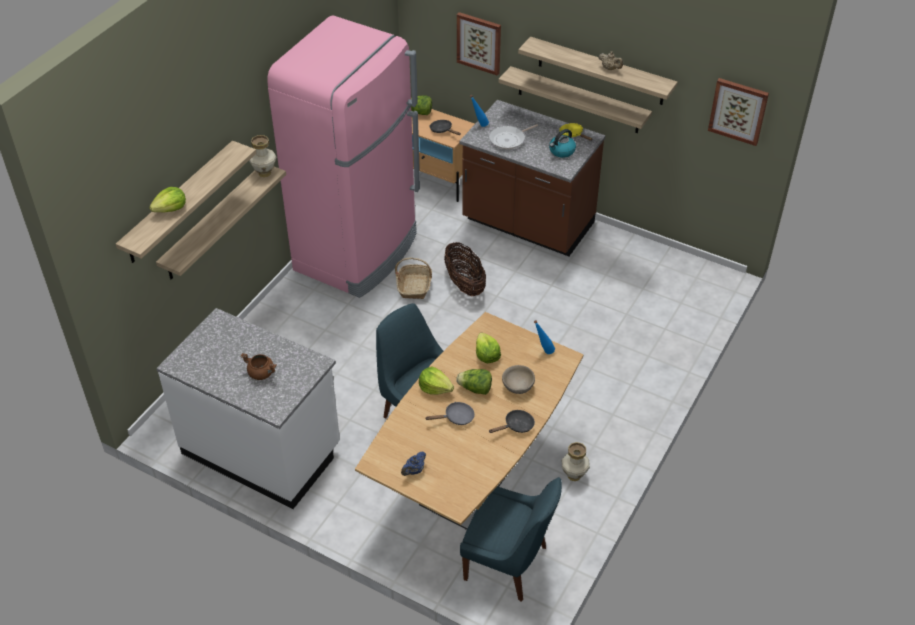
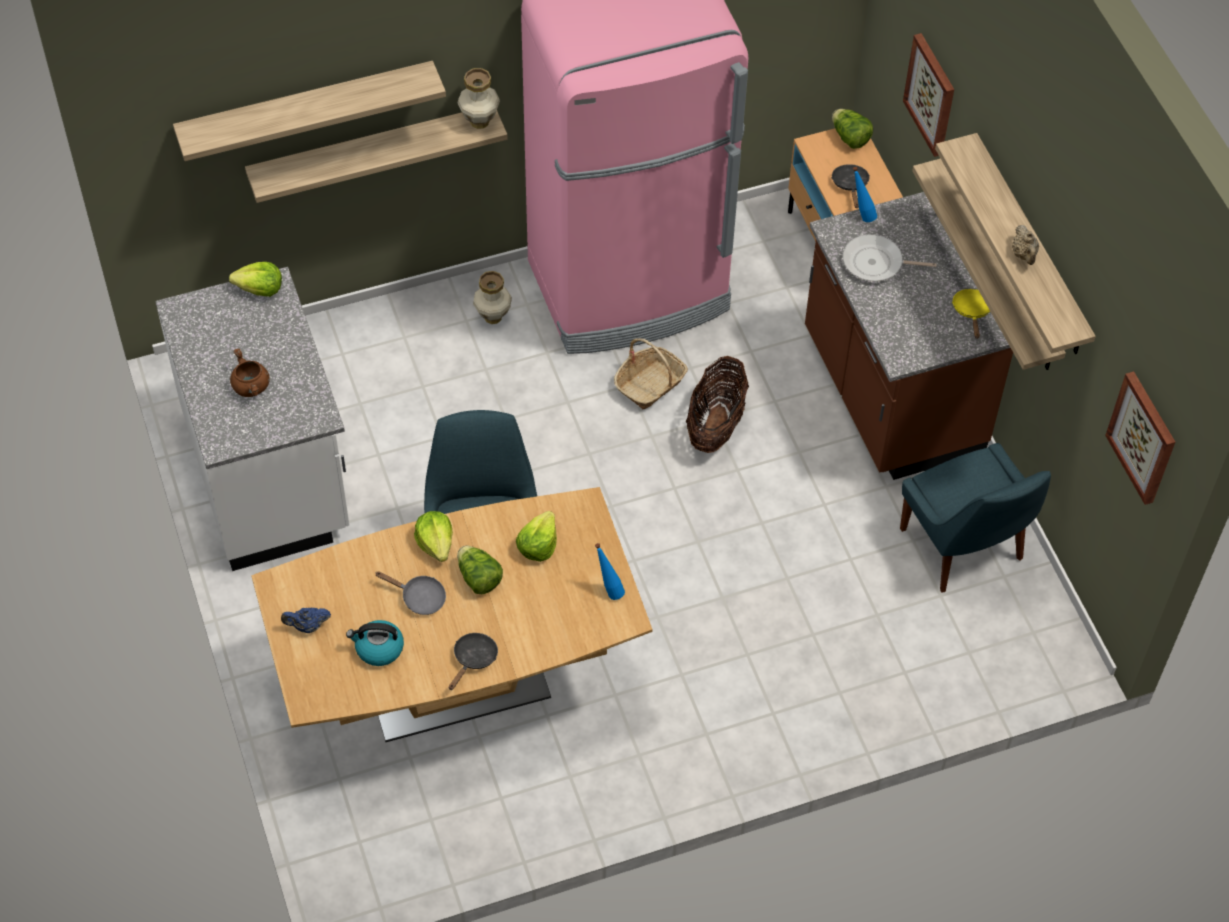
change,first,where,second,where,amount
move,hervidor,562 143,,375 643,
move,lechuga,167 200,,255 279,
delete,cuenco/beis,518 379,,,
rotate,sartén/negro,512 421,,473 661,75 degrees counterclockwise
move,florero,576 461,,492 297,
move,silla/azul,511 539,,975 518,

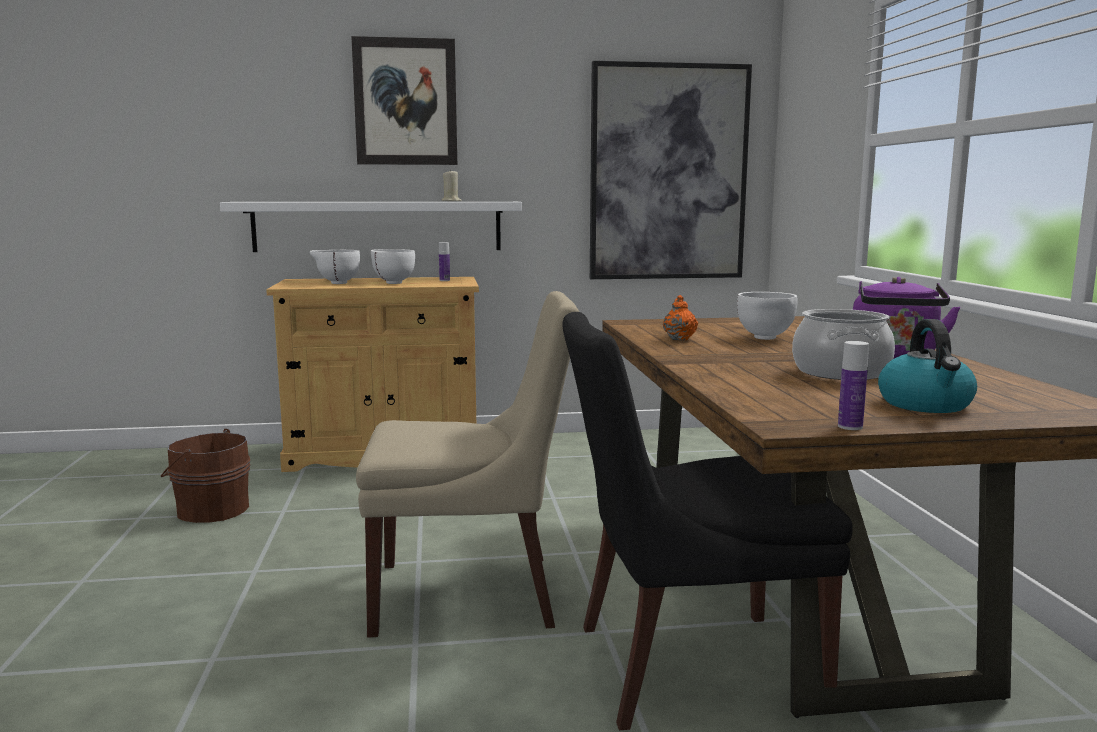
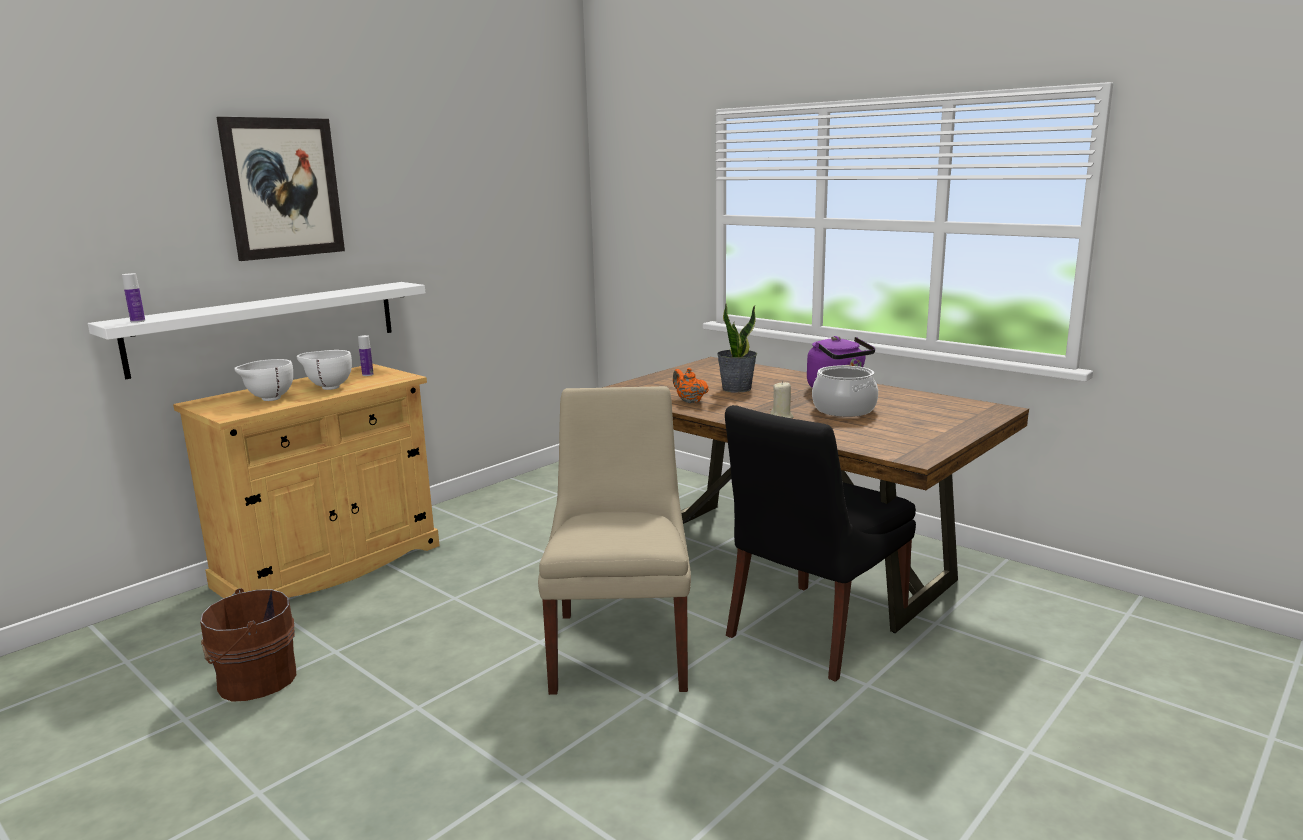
change,first,where,second,where,amount
delete,cuadro,671 170,,,
move,vela/beis,452 185,,781 399,
rotate,silla/beis,467 464,,614 540,45 degrees counterclockwise
replace,cuenco/blanco,767 316,planta en maceta,737 348,
delete,hervidor,927 366,,,
move,botella,853 385,,133 298,

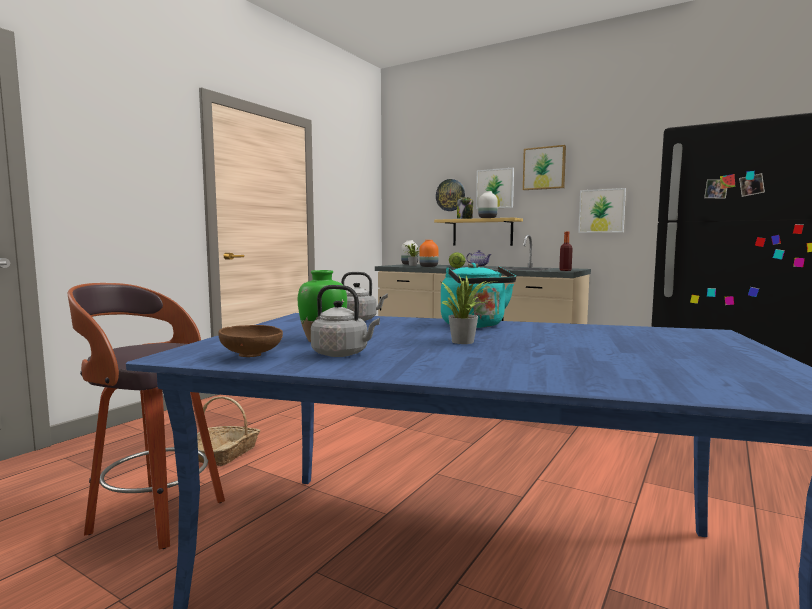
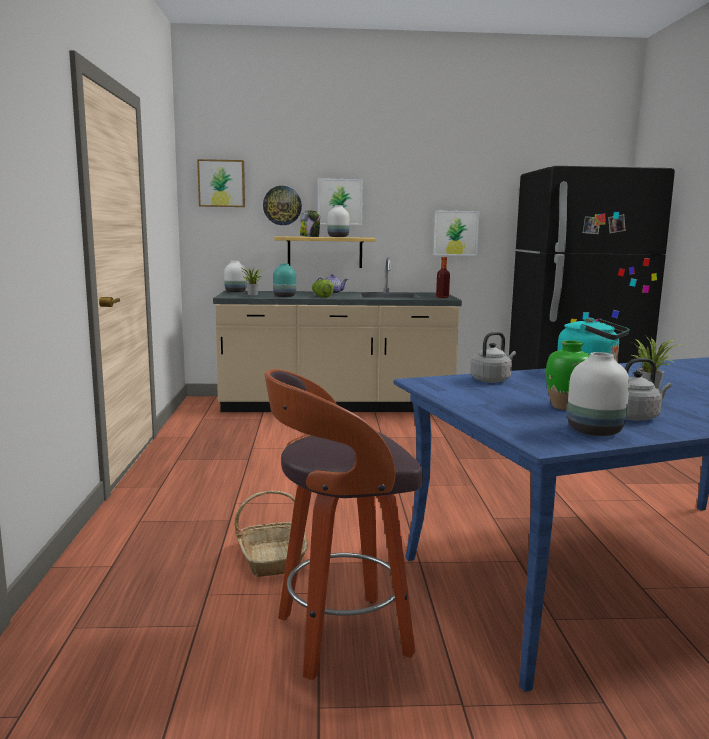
change,first,where,second,where,amount
move,cuadro,544 167,,221 183,
recolor,florero/naranja,429 253,florero/turquesa,284 280,
replace,cuenco/marrón,250 341,florero/blanco,598 394,

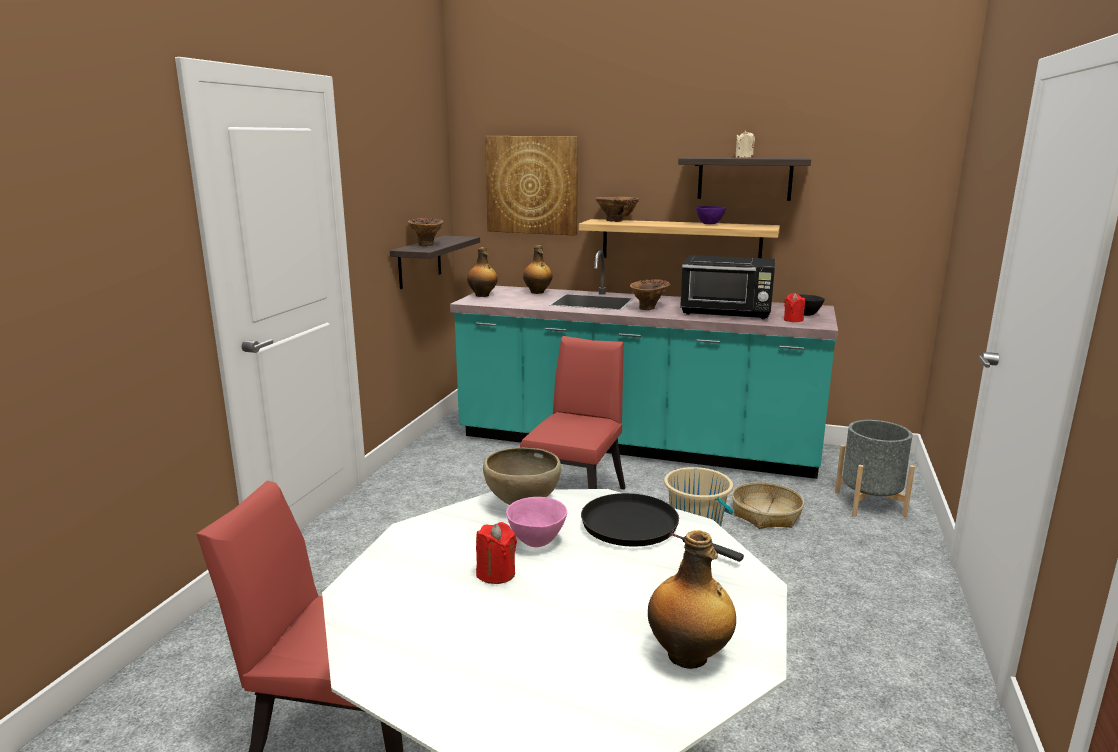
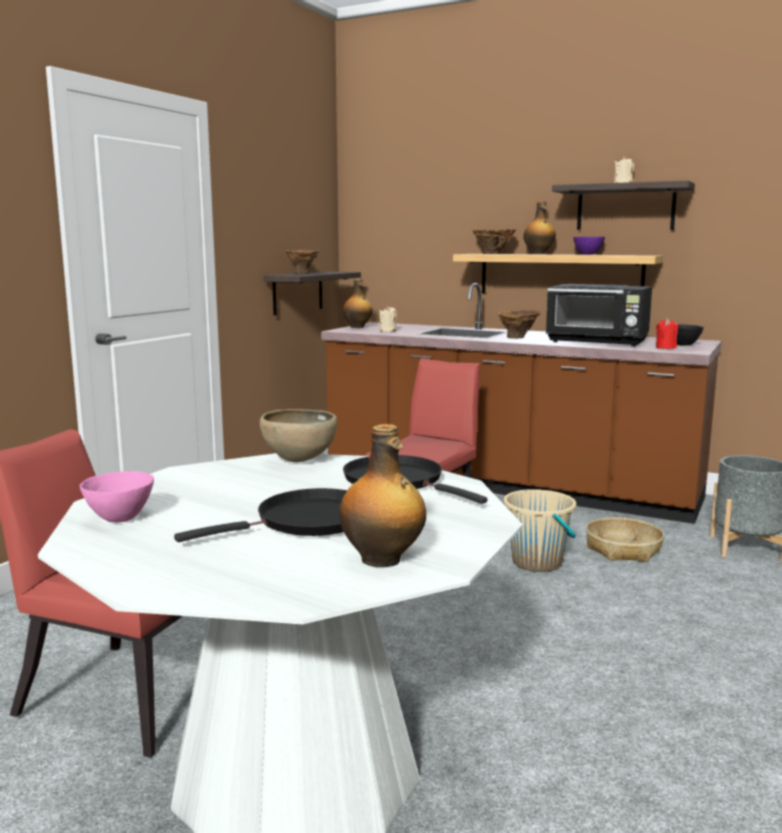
change,first,where,second,where,amount
delete,cuadro,531 186,,,
move,botella,538 269,,539 227,
recolor,mueble bajo de cocina/turquesa,644 365,mueble bajo de cocina/marrón,521 403,
move,cuenco/rosa,536 522,,117 496,
delete,vela/rojo,496 553,,,
insert,,,vela/beis,388 319,
insert,,,sartén/negro,260 515,

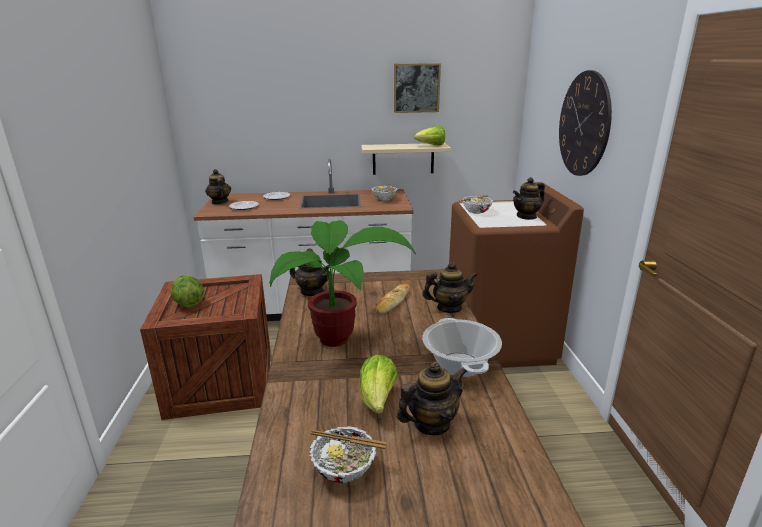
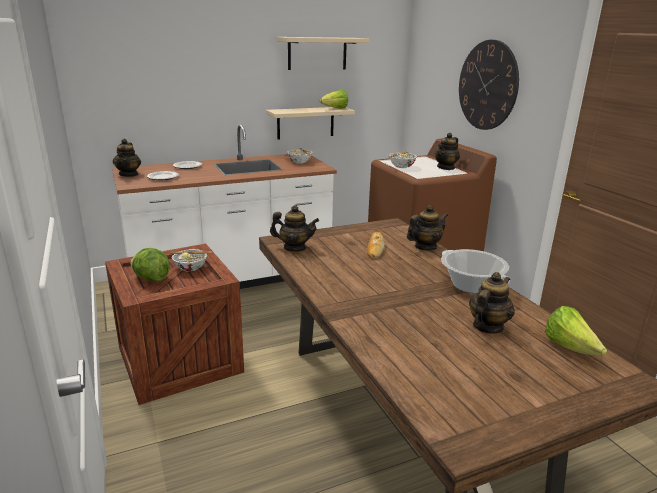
change,first,where,second,where,amount
replace,cuadro,417 88,estante/beis,323 53,
rotate,tetera,218 186,,127 158,135 degrees counterclockwise
delete,planta en maceta,343 283,,,
move,lechuga,378 384,,576 331,
move,cuenco,348 454,,191 260,

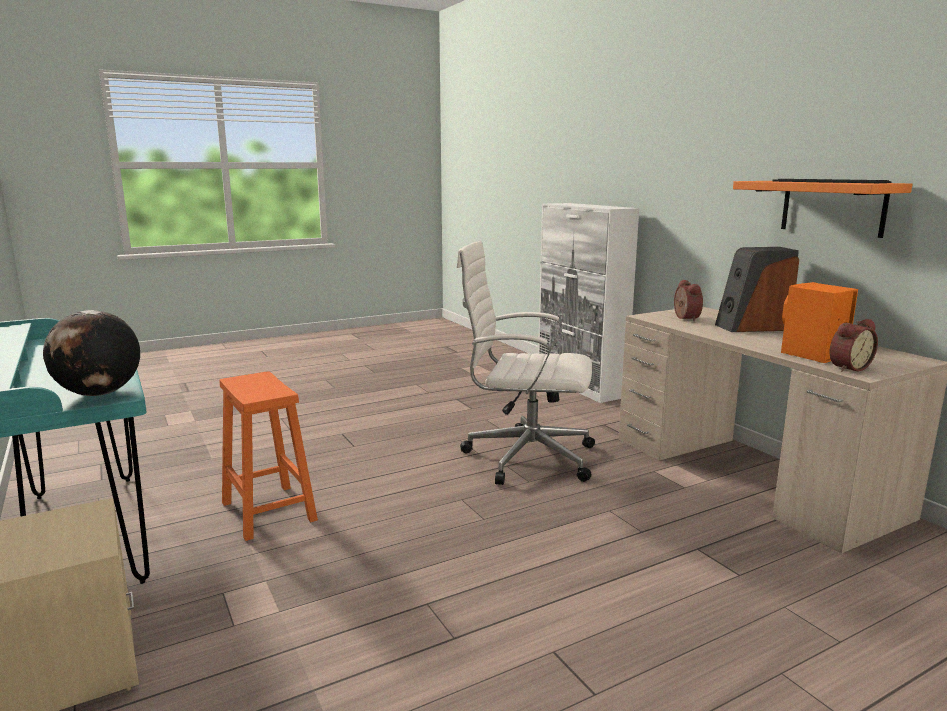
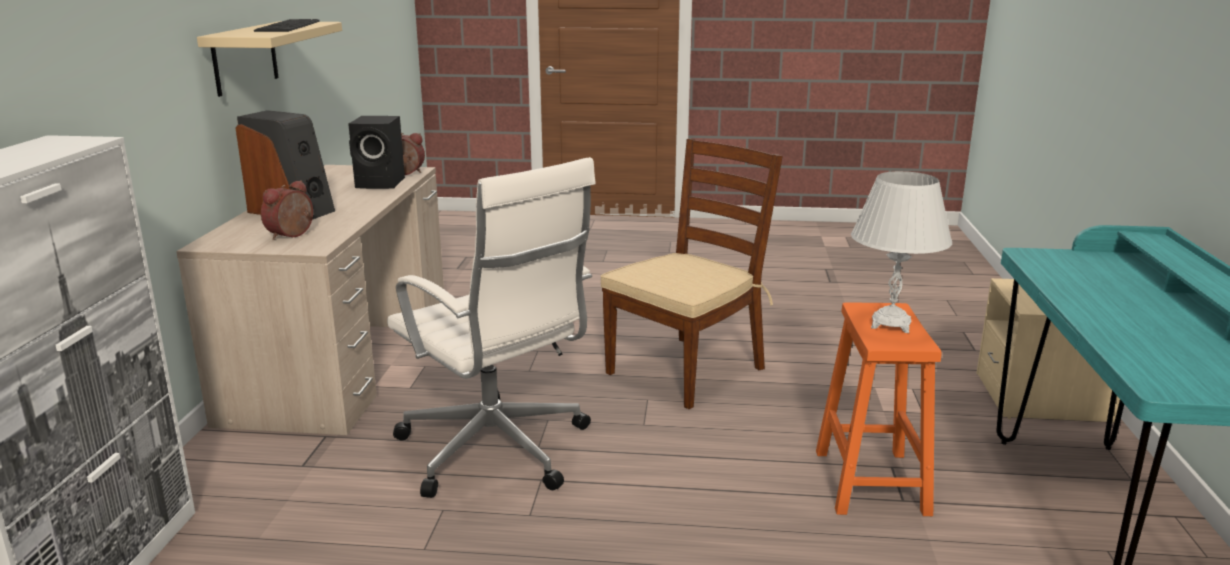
change,first,where,second,where,amount
recolor,estante/naranja,823 209,estante/beis,269 59,
recolor,altavoz/naranja,819 322,altavoz/negro,376 152,
delete,globo terráqueo,91 353,,,
insert,,,silla/marrón,692 274,
insert,,,lámpara de mesa/blanco,901 252,

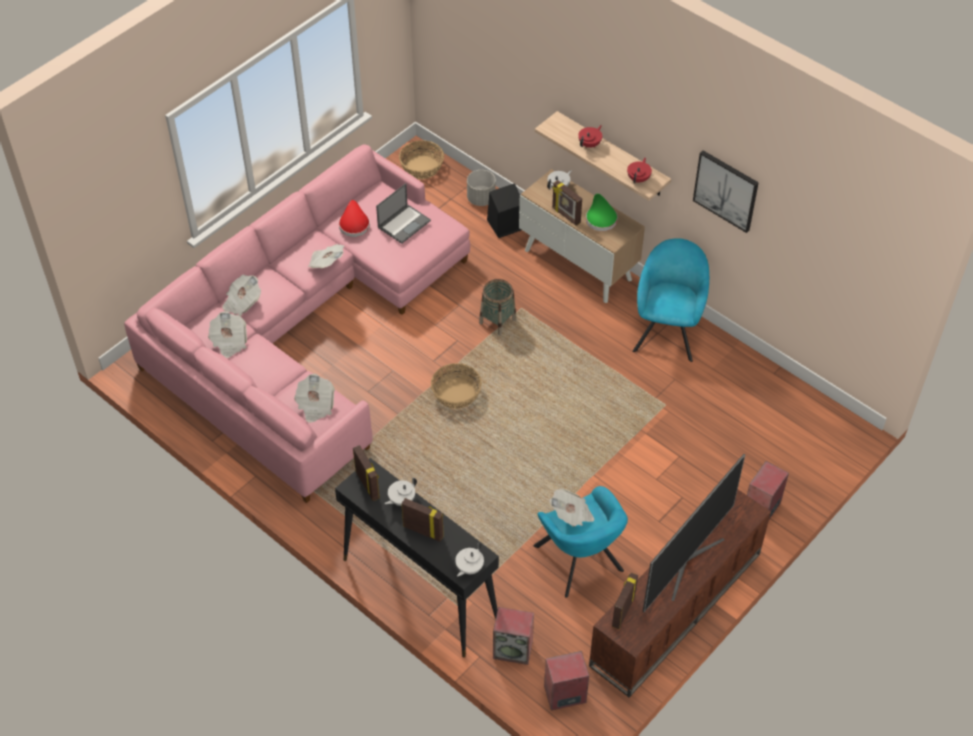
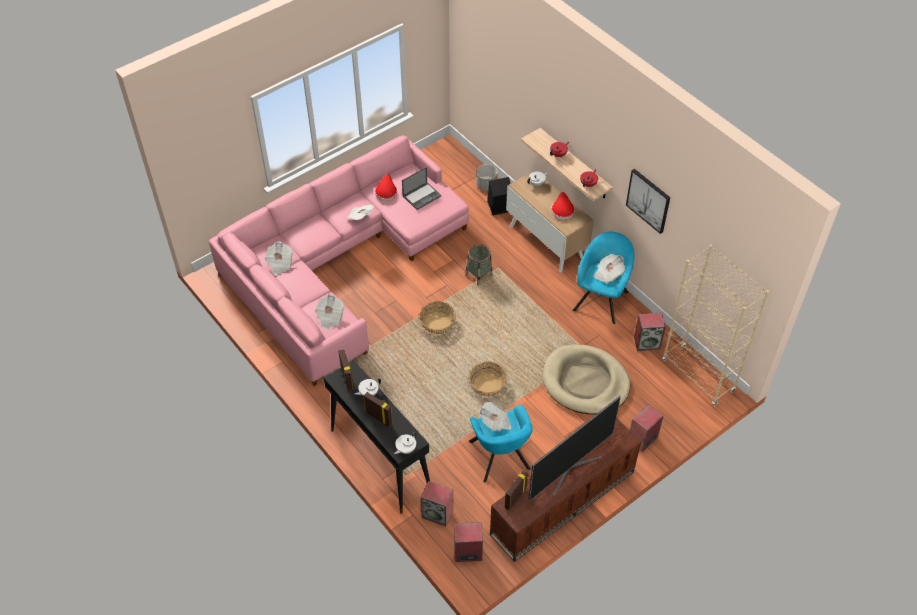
change,first,where,second,where,amount
move,cesta,421 159,,488 379,
delete,portarretratos,567 203,,,
recolor,sombrero/verde,602 212,sombrero/rojo,563 206,
move,periódico,241 295,,609 269,
insert,,,estantería/beis,715 326,
insert,,,altavoz,650 332,
insert,,,cama para perro/beis,586 379,

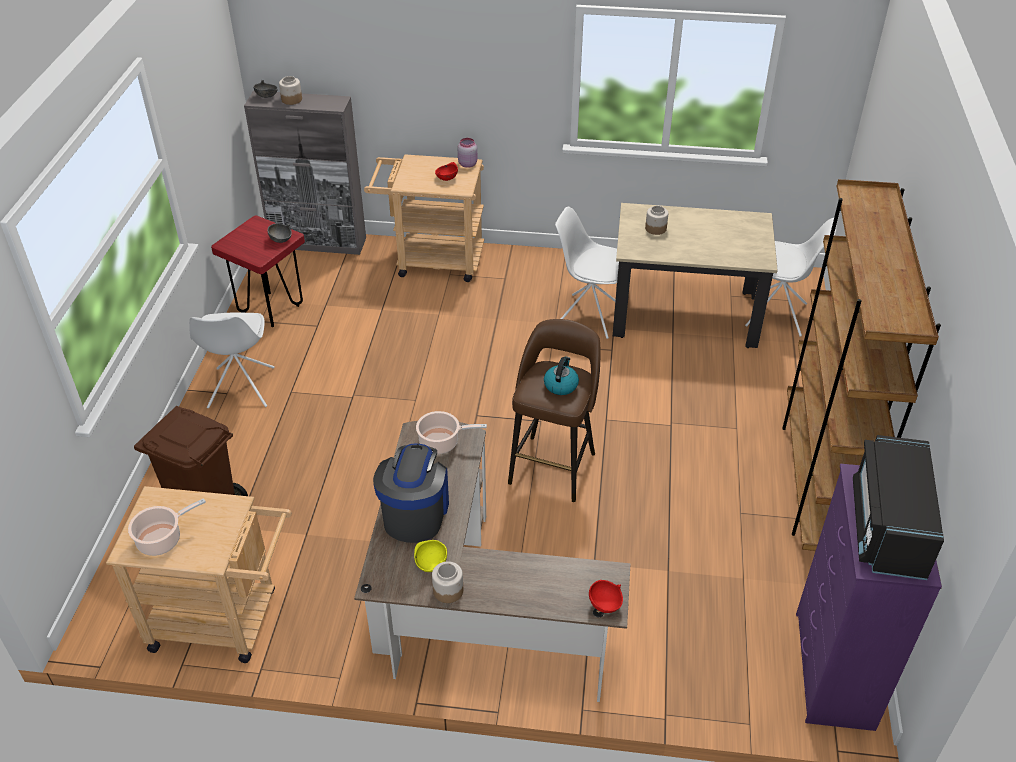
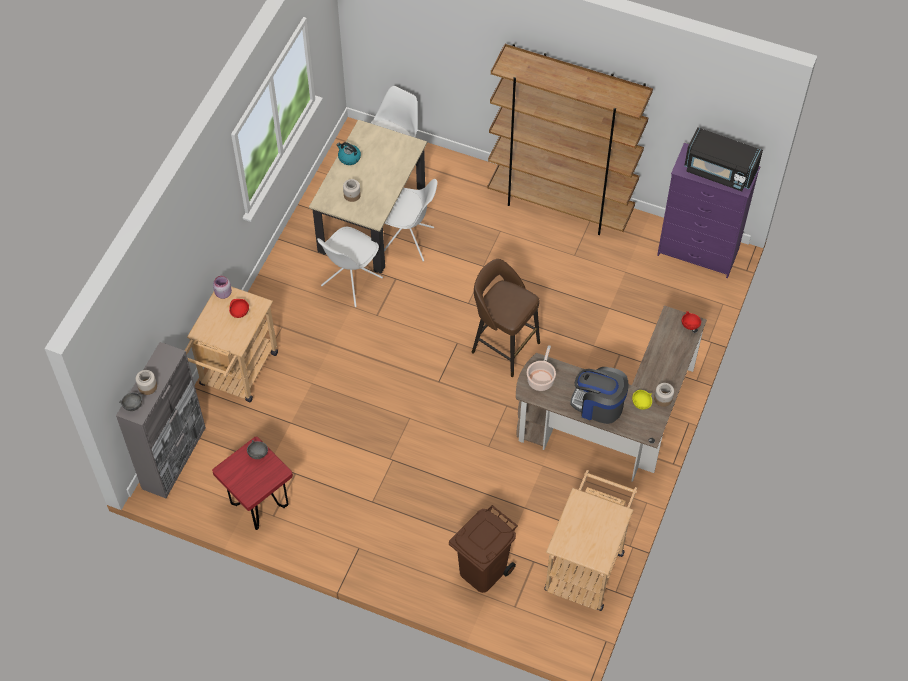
change,first,where,second,where,amount
move,silla/blanco,232 360,,410 220,
move,hervidor,561 376,,349 153,
delete,olla,167 527,,,

